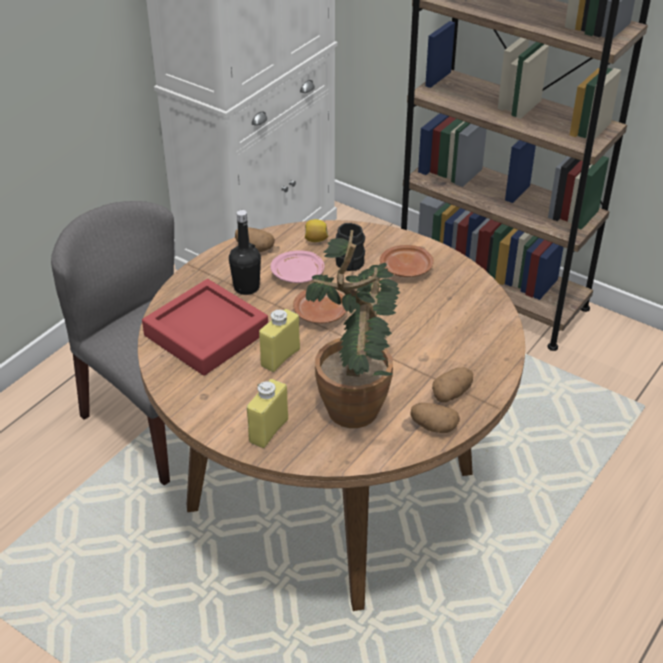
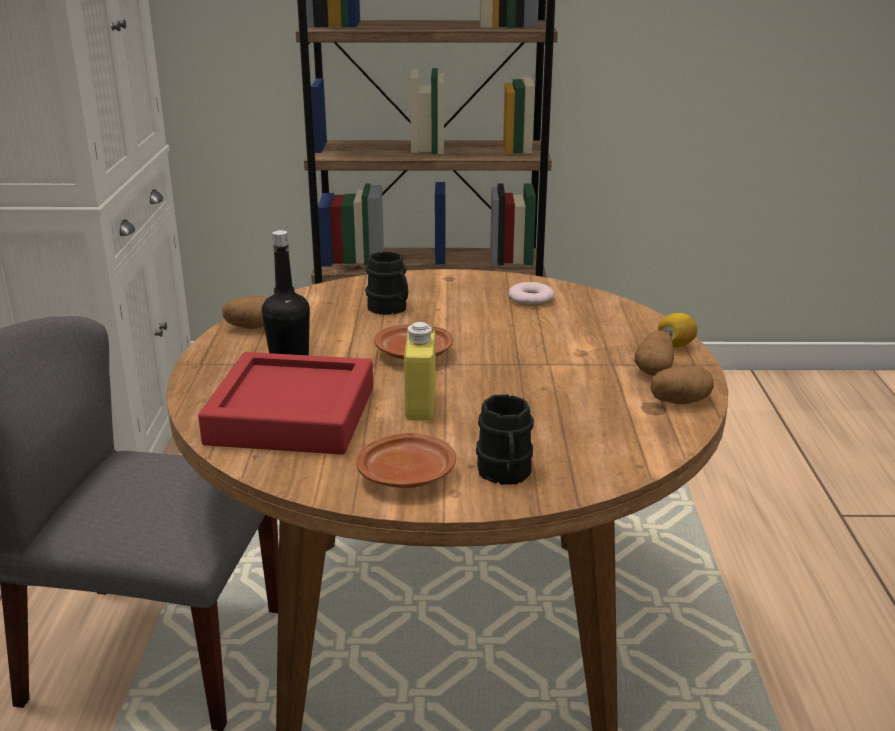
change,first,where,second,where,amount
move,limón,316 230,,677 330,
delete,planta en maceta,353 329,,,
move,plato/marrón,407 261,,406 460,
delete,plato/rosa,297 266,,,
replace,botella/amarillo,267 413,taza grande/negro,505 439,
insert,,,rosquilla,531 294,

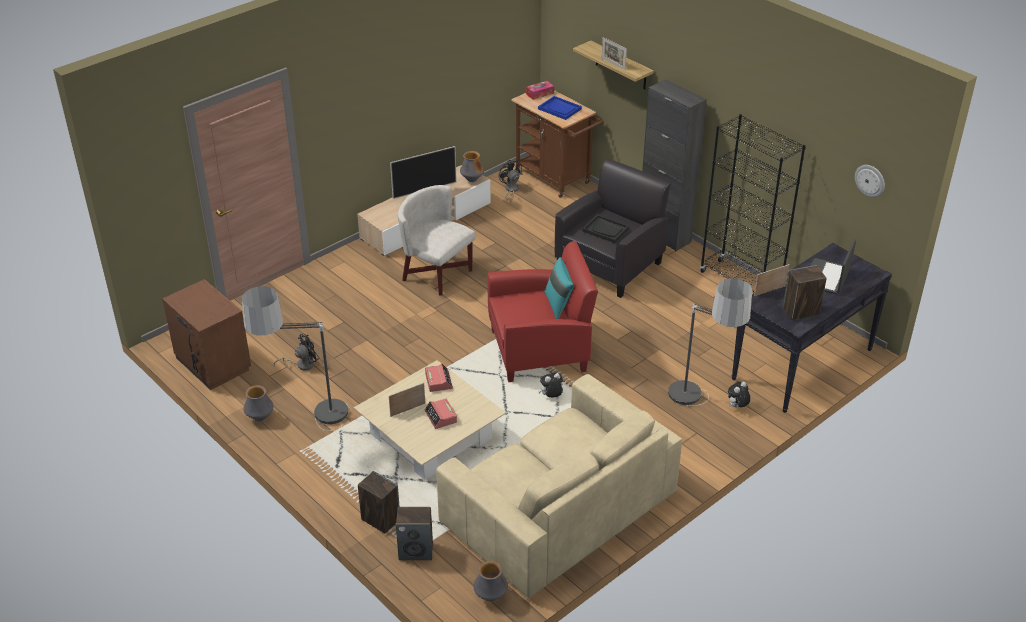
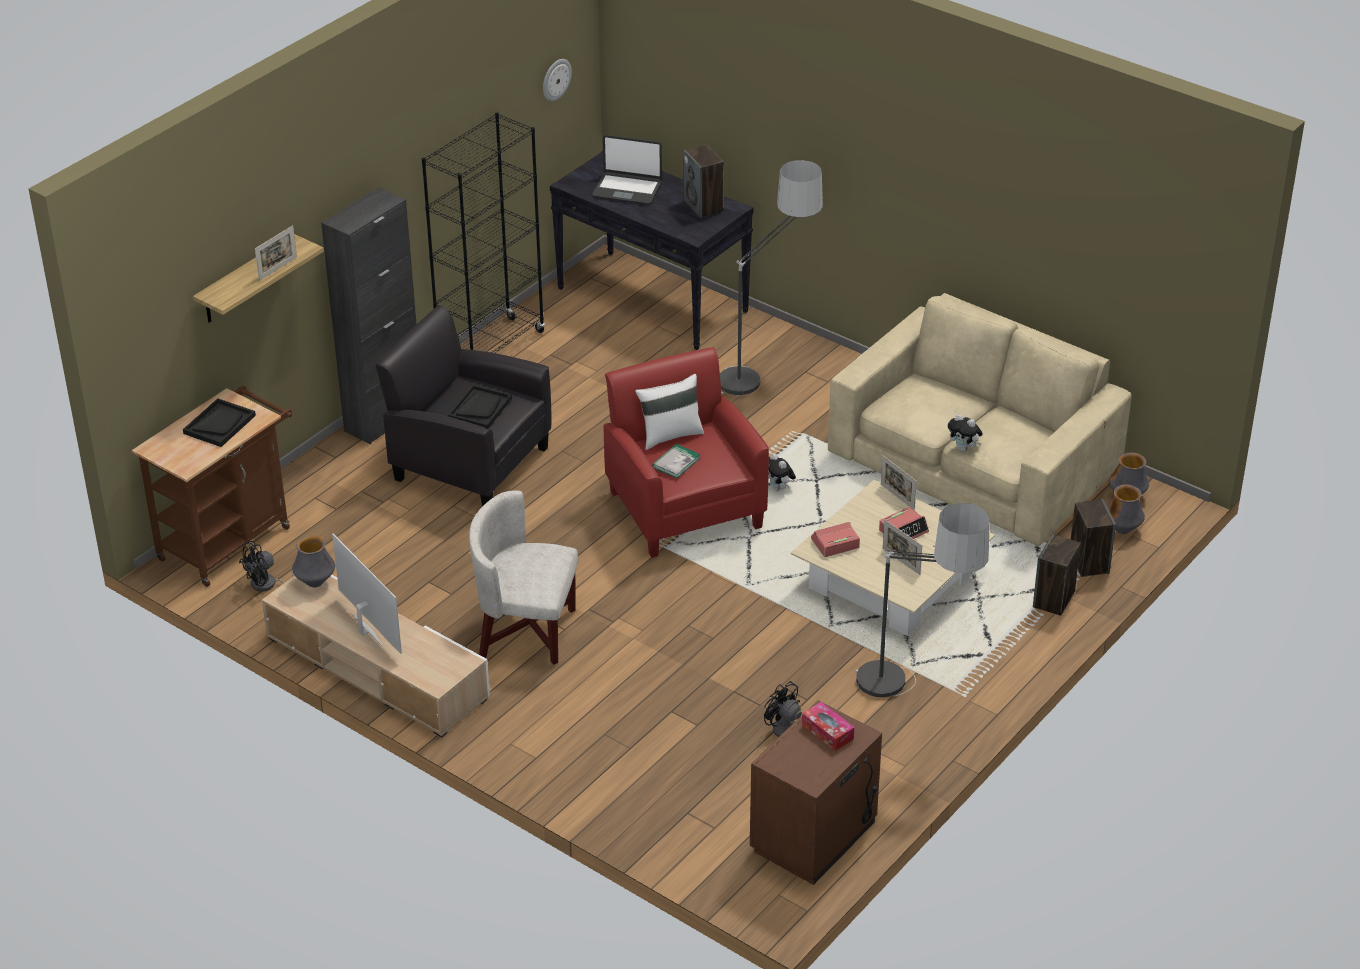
change,first,where,second,where,amount
move,caja de pañuelos,540 90,,828 726,
recolor,bandeja/azul,560 108,bandeja/negro,219 422,
rotate,sillón/blanco,437 240,,523 577,75 degrees clockwise
recolor,cojín/turquesa,559 288,cojín/blanco,669 412,
move,portarretratos,771 280,,899 482,
move,peluche,739 394,,965 433,
move,florero,258 403,,1126 509,
insert,,,libro,676 461,

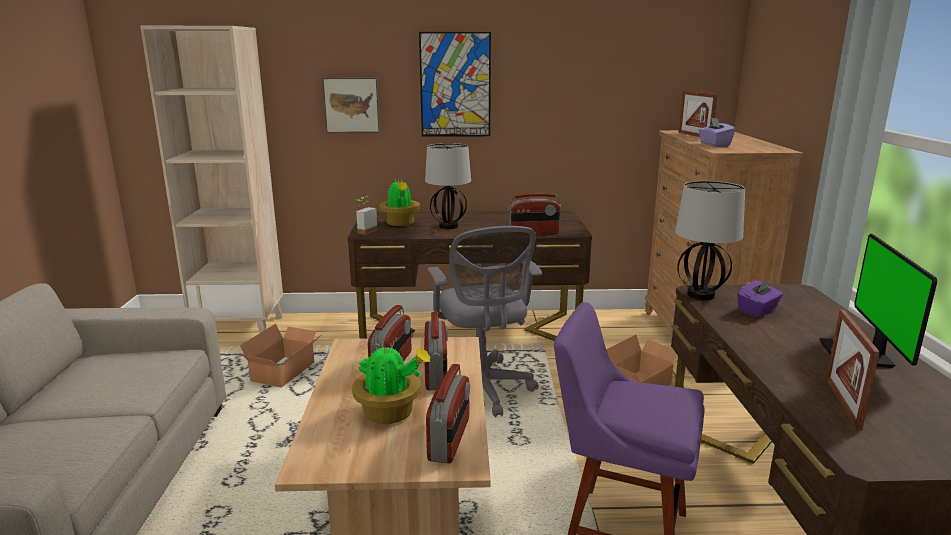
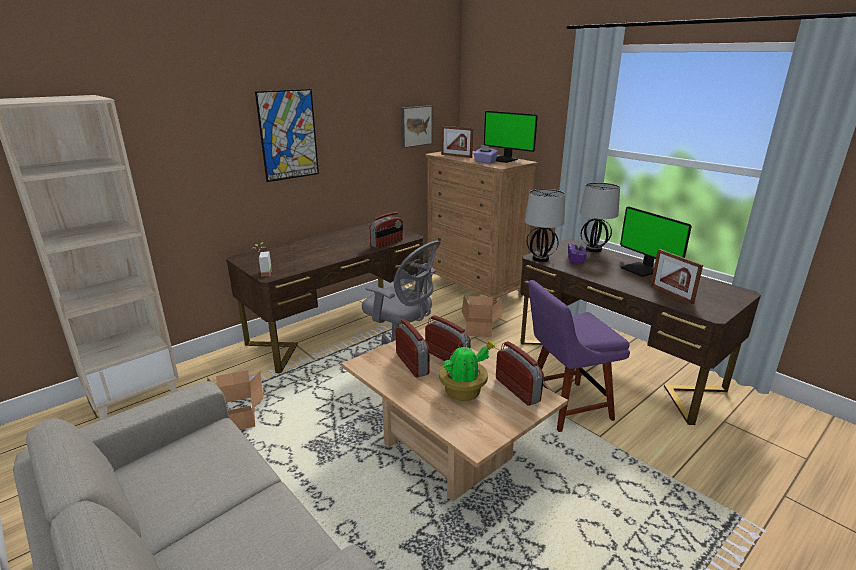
change,first,where,second,where,amount
move,cuadro,351 105,,416 126,
move,lámpara de mesa,448 186,,600 217,
delete,planta en maceta,400 203,,,
insert,,,monitor,511 137,

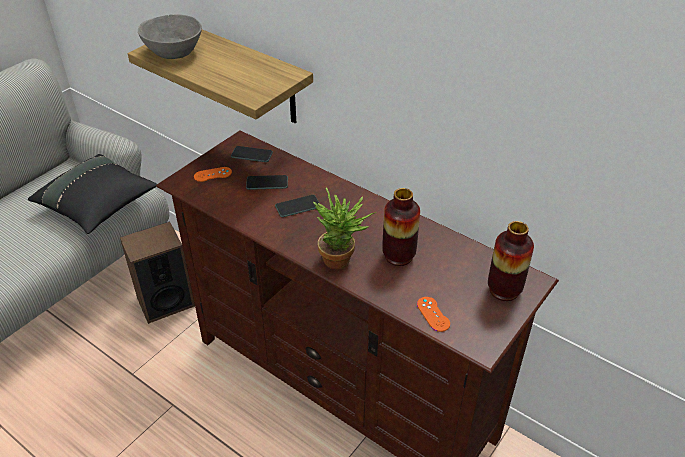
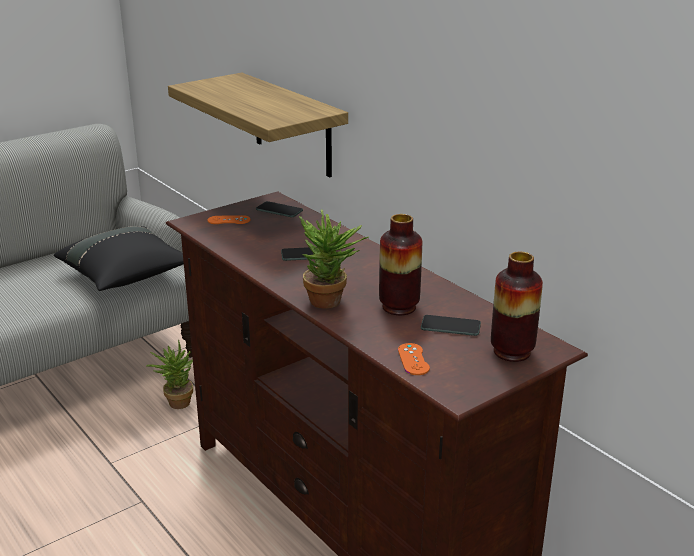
change,first,where,second,where,amount
delete,cuenco/gris,170 36,,,
move,móvil,267 182,,451 325,
replace,altavoz,157 272,planta en maceta,169 374,

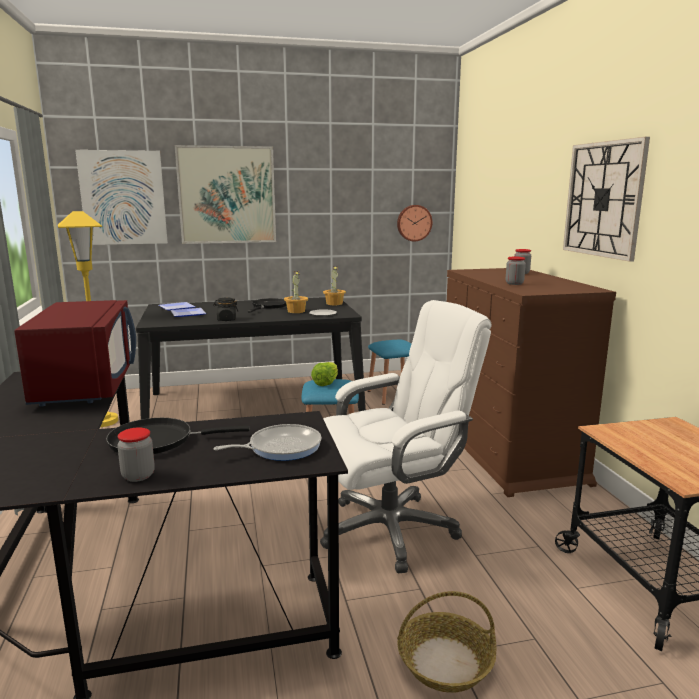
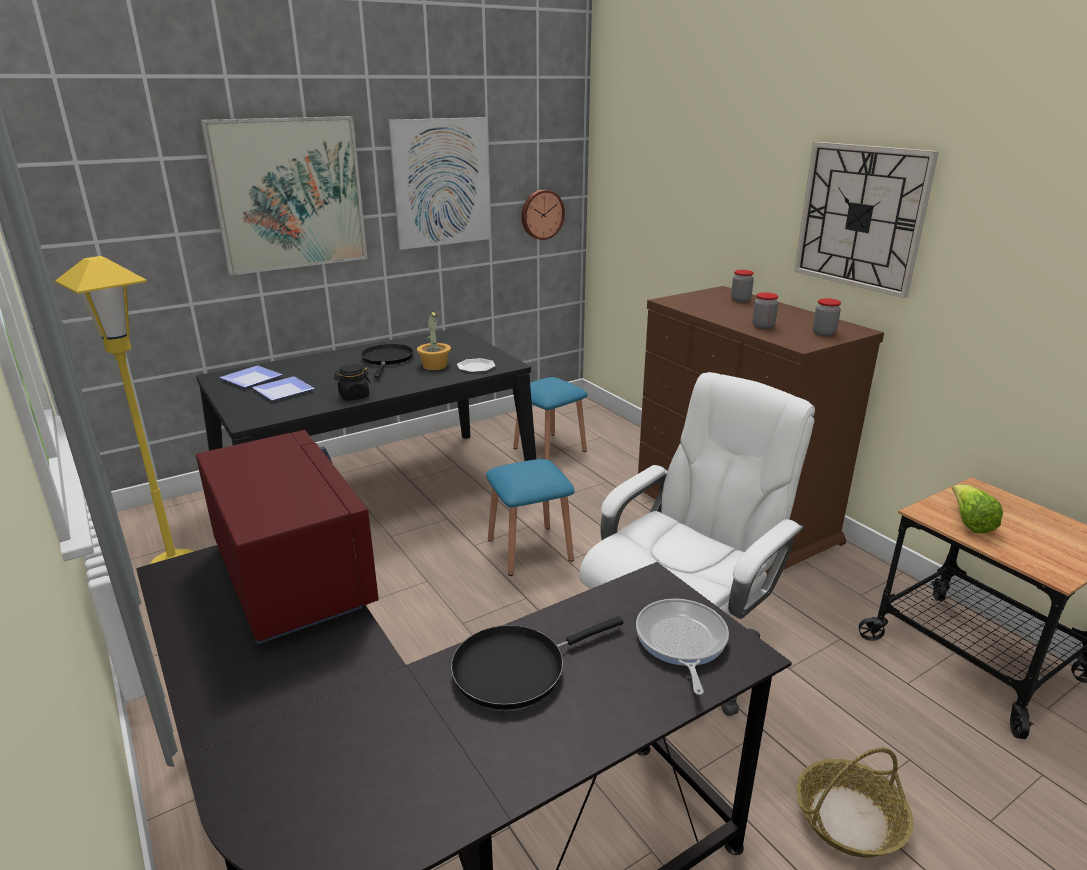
change,first,where,second,where,amount
move,cuadro,121 197,,439 183,
delete,planta en maceta,334 285,,,
move,lechuga,324 374,,977 509,
rotate,sartén,267 442,,682 647,45 degrees counterclockwise
move,tarro,136 455,,827 317,

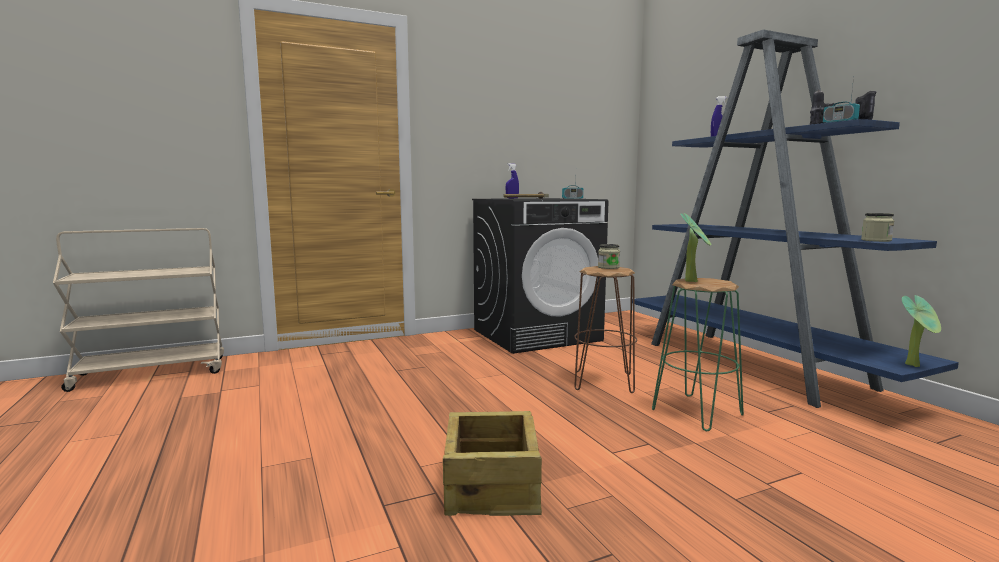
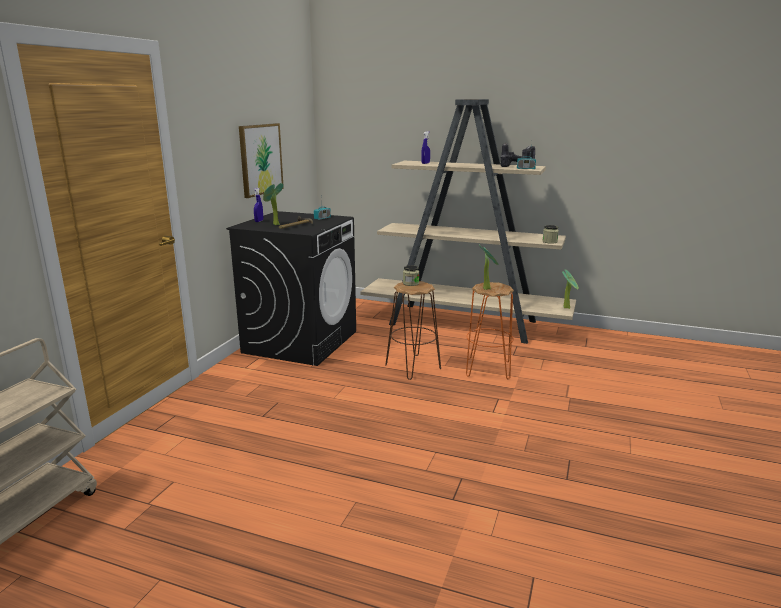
change,first,where,second,where,amount
recolor,estantería/azul,795 218,estantería/beis,468 221,
recolor,taburete/verde,698 354,taburete/naranja,490 330,
delete,caja de embalaje,492 463,,,
insert,,,cuadro,261 160,
insert,,,planta en maceta,273 204,

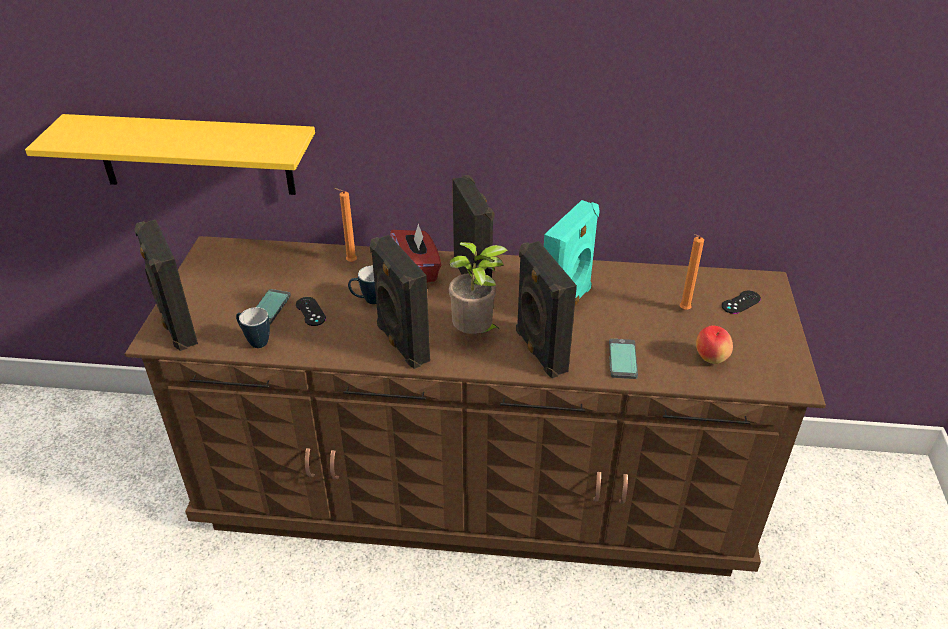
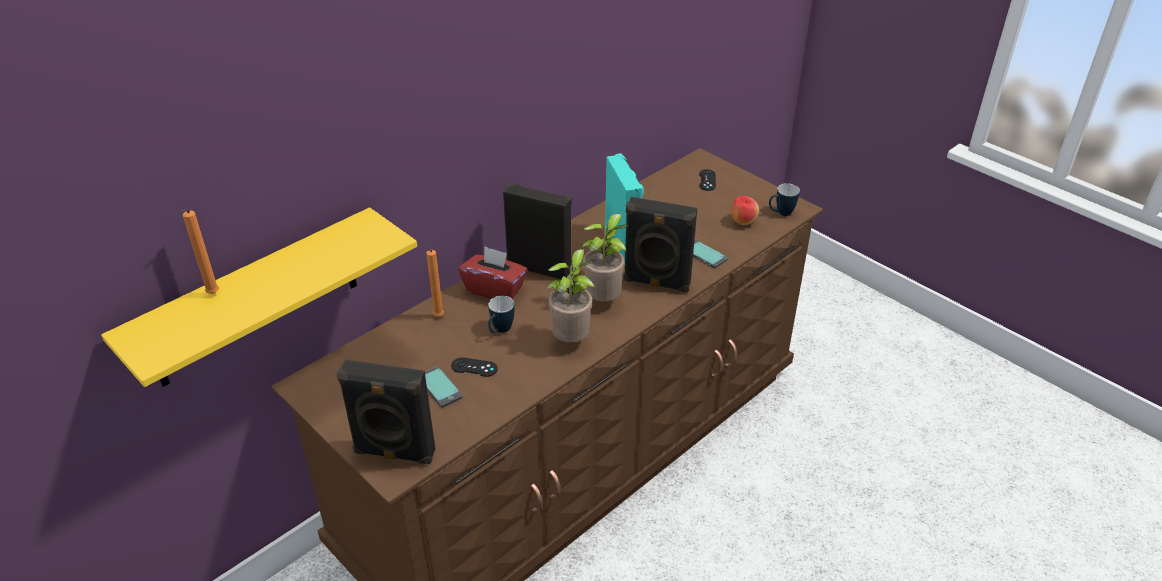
change,first,where,second,where,amount
move,vela/naranja,692 272,,200 251,
replace,altavoz/negro,400 302,planta en maceta,571 295,
move,taza grande,253 327,,784 199,

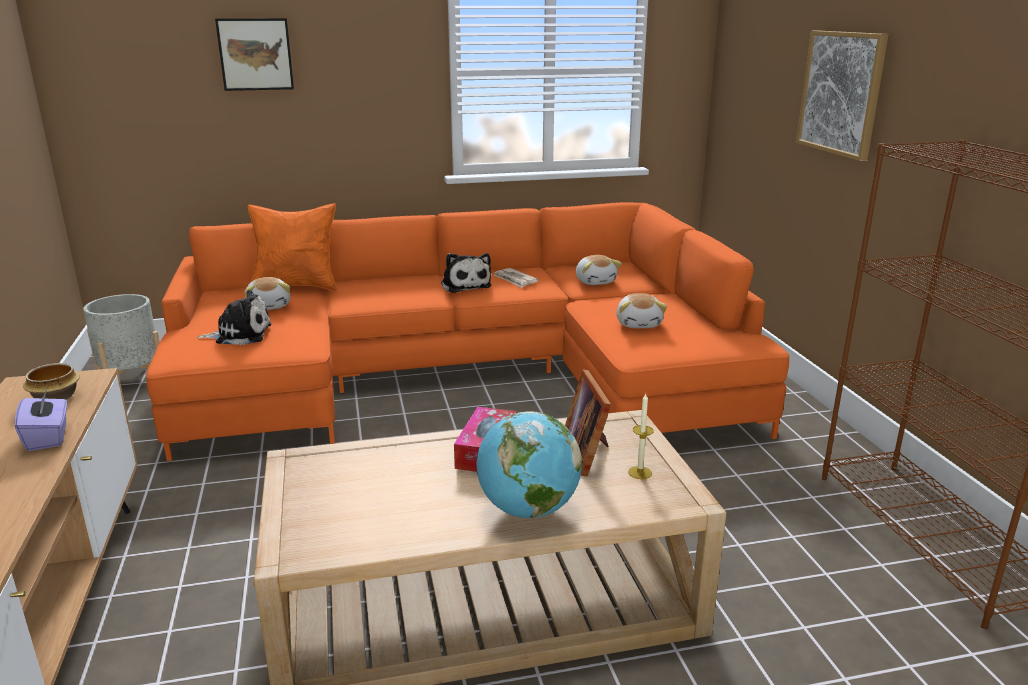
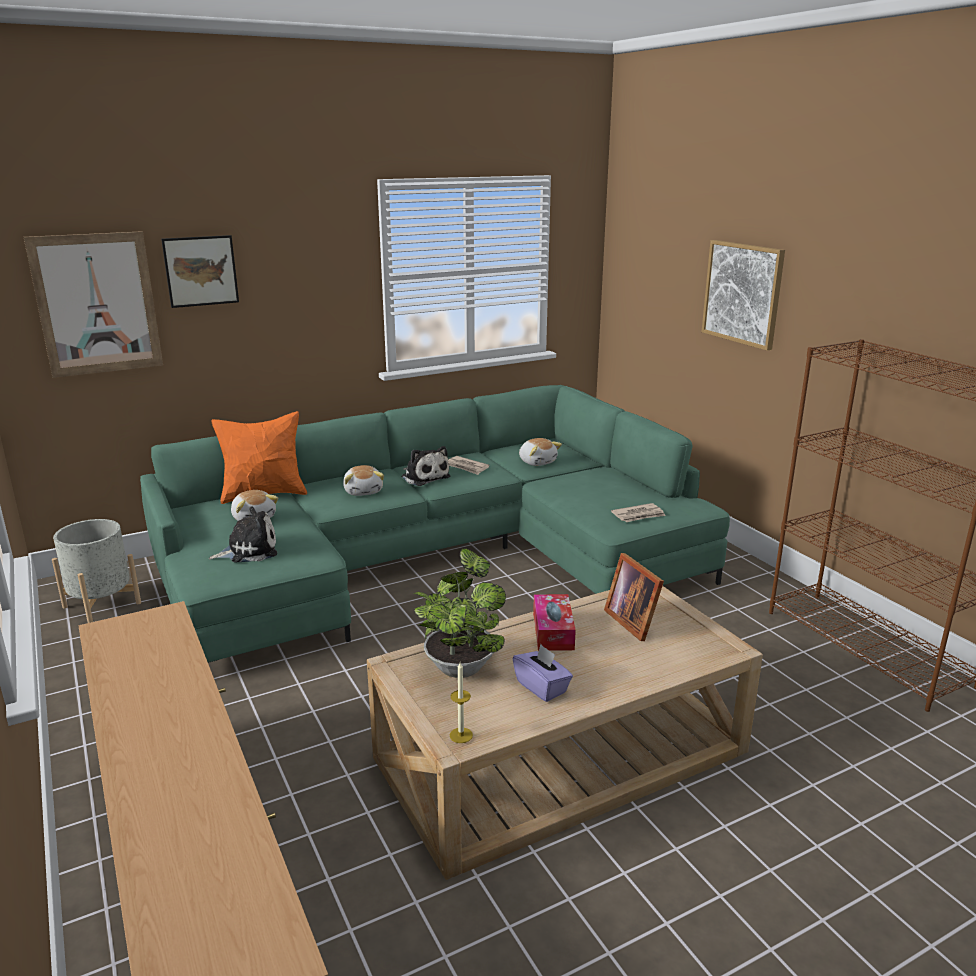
change,first,where,second,where,amount
recolor,sofá/naranja,467 331,sofá/verde,435 524,
move,peluche,641 310,,363 480,
delete,cuenco,51 381,,,
move,caja de pañuelos/morado,41 420,,543 673,
move,vela,640 436,,461 703,
delete,globo terráqueo,529 465,,,
insert,,,cuadro,93 304,
insert,,,periódico,638 512,
insert,,,planta en maceta,460 613,

